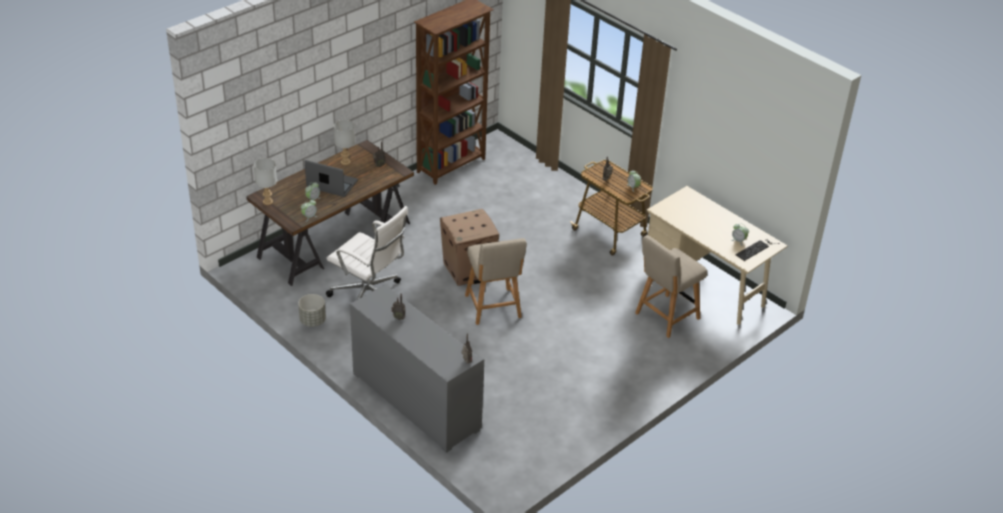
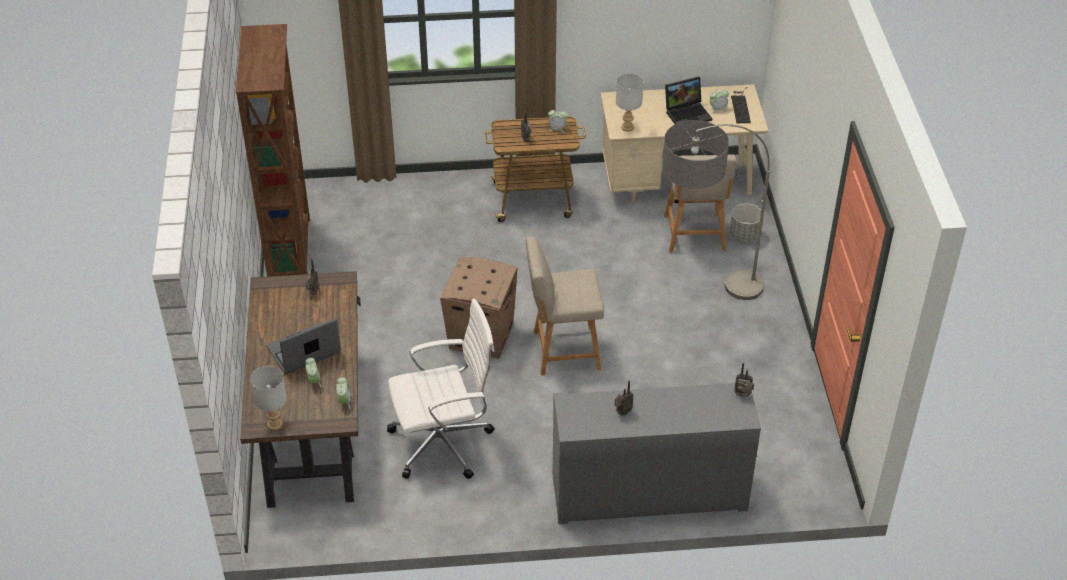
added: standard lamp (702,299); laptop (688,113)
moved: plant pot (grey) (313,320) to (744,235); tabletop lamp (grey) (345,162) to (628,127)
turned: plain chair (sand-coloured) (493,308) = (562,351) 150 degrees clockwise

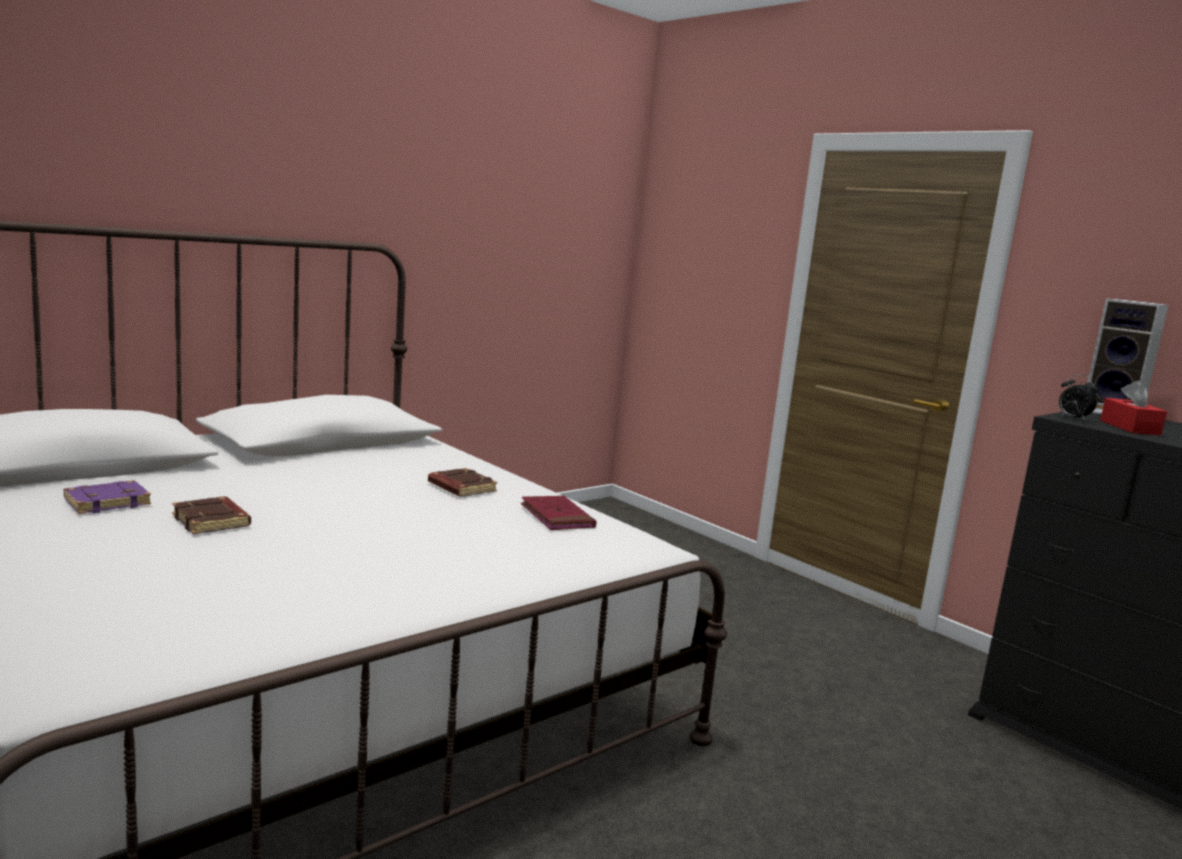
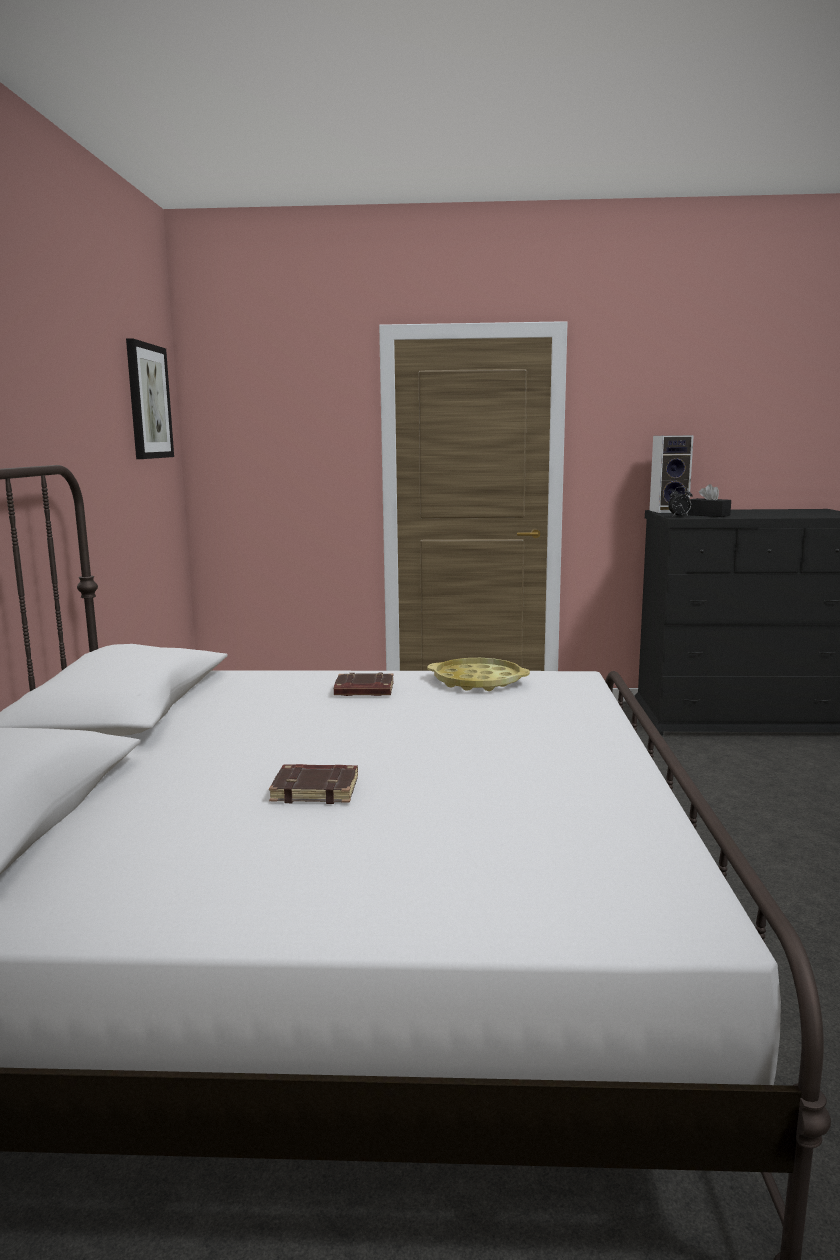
removed: book (purple-coloured) (108,502)
added: wall art (148,401)
replaced: book (red-coloured) (557,517) to serving tray (yellow) (478,681)
recoloured: tissue box (red-coloured) (1129,428) to tissue box (black-coloured) (708,515)

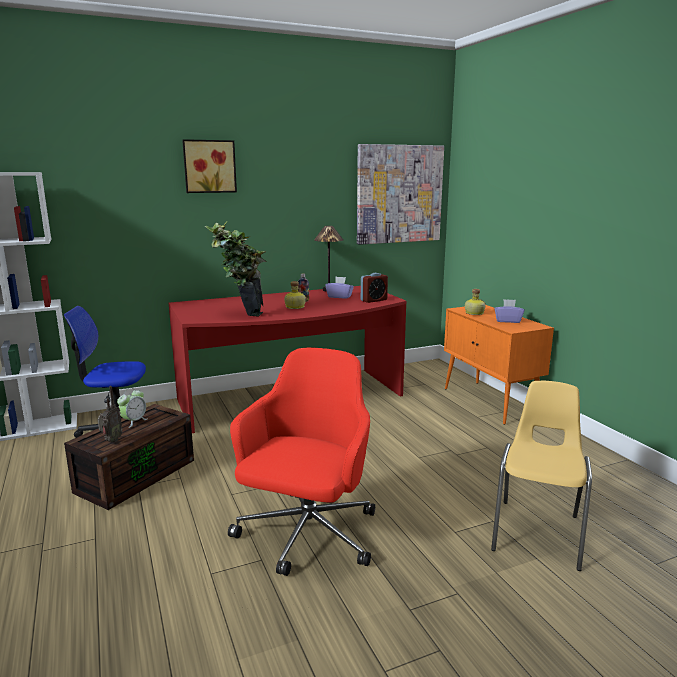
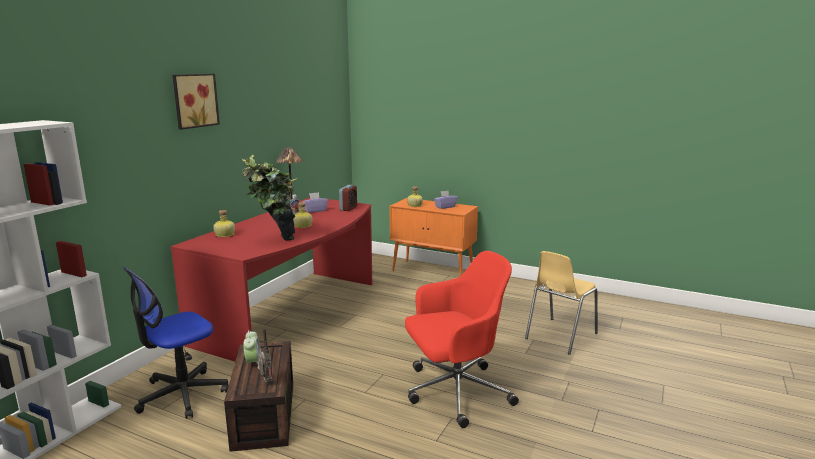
removed: wall art (399,194)
added: drink bottle (225,235)
turned: computer chair (red-coloured) (307,535) = (455,392) 90 degrees clockwise; plain chair (yellow) (538,532) = (560,336) 120 degrees counterclockwise

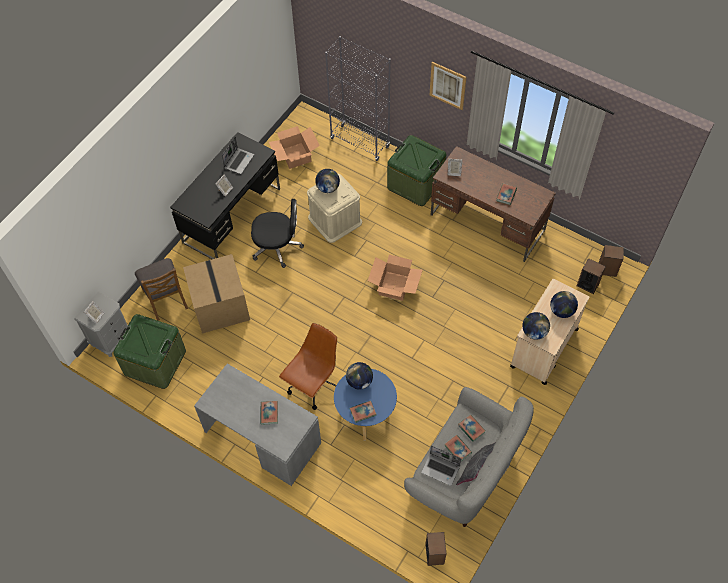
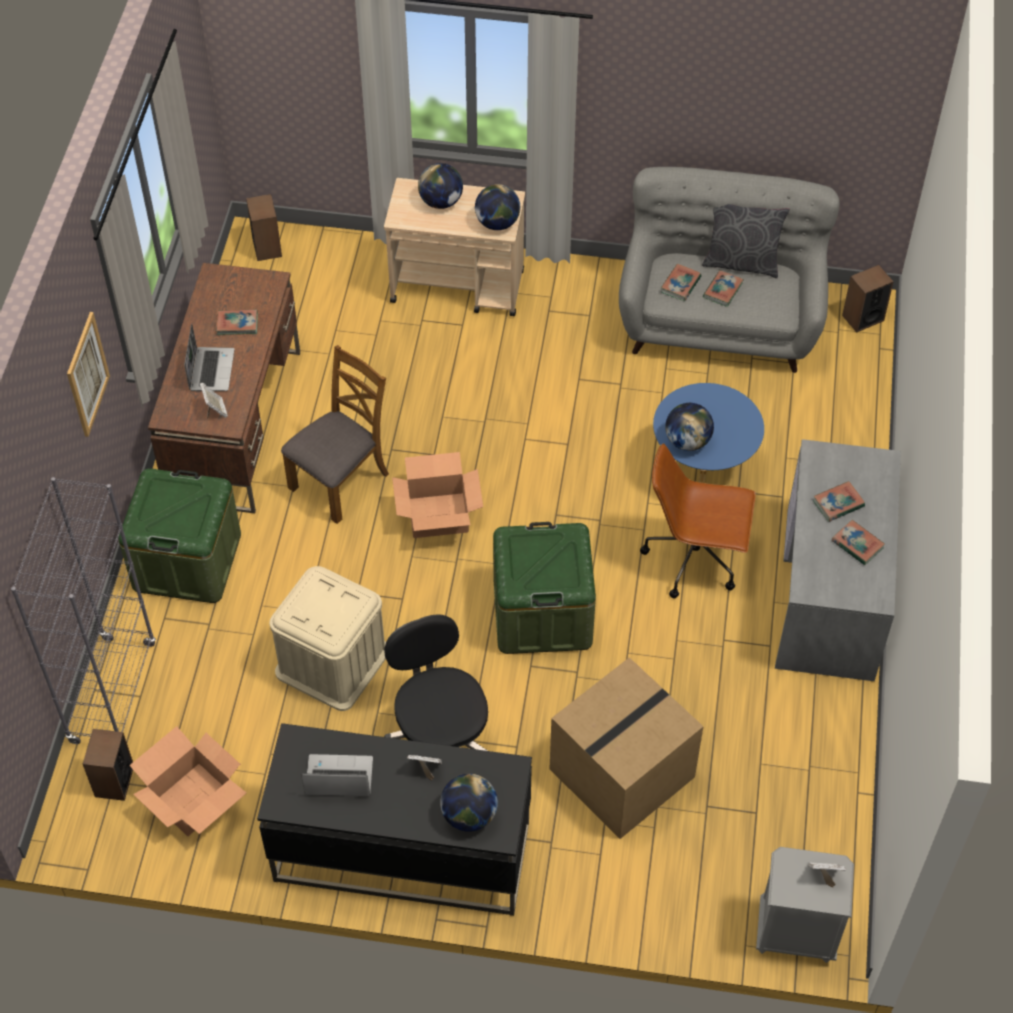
moved: storage box (green) (155,362) to (542,613); plain chair (brown) (166,299) to (340,480); globe (328,188) to (469,815); book (363,412) to (857,544); laptop (441,469) to (211,370); loudspeaker (587,284) to (114,781)

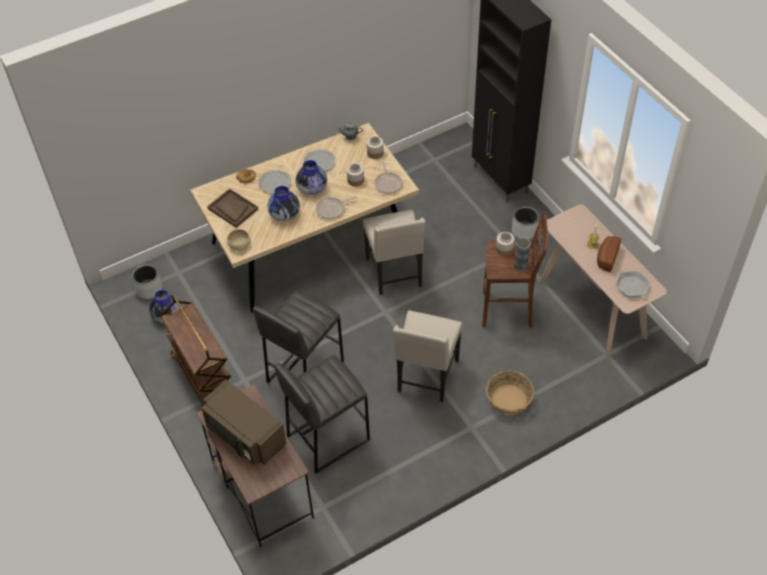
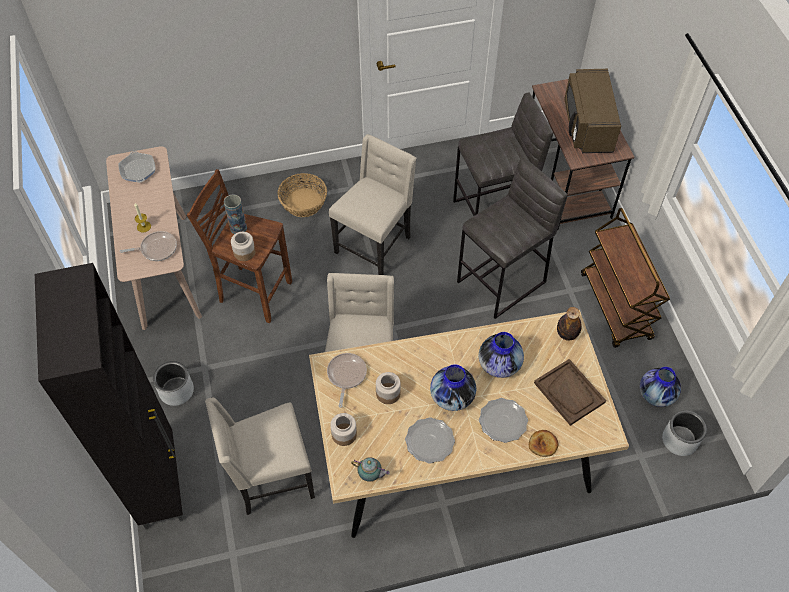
removed: baked bread (606,258)
added: plain chair (sand-coloured) (271,479)
moved: pan (332,209) to (156,249)
replaced: bowl (sand-coloured) (239,244) to drink bottle (567,334)
turned: kitchen microwave (brown) (245,435) = (587,126) 150 degrees counterclockwise

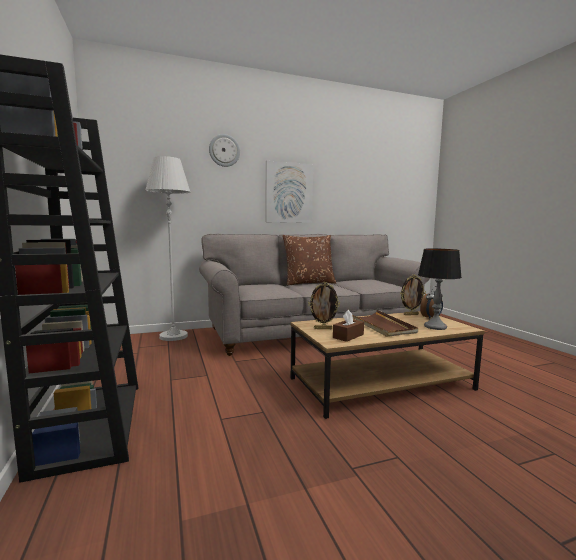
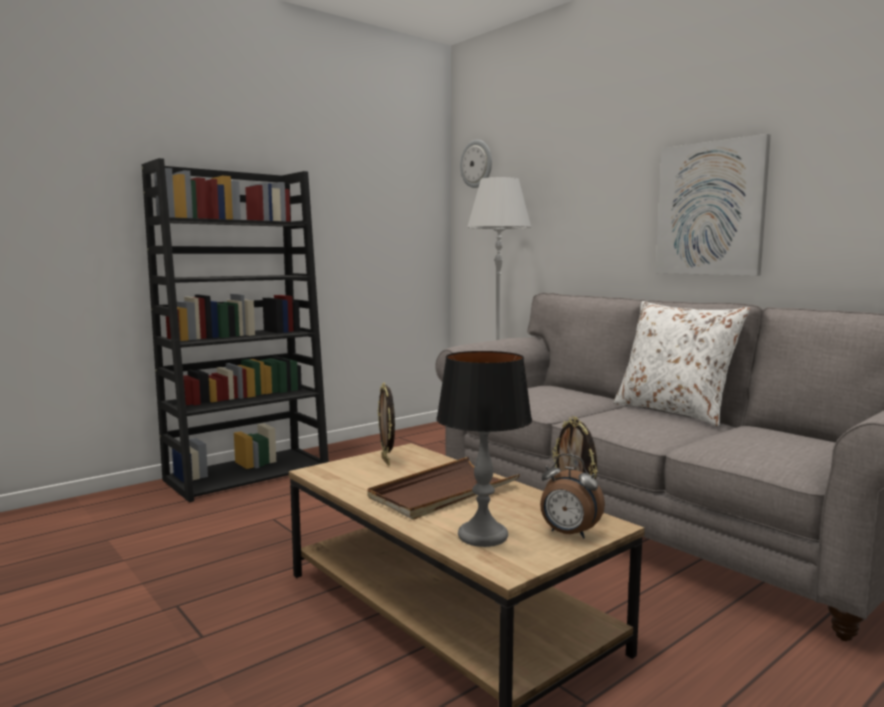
removed: tissue box (brown) (348,336)
moved: wall clock (224,150) to (476,164)
recoloured: cushion (brown) (309,283) to cushion (white) (674,411)

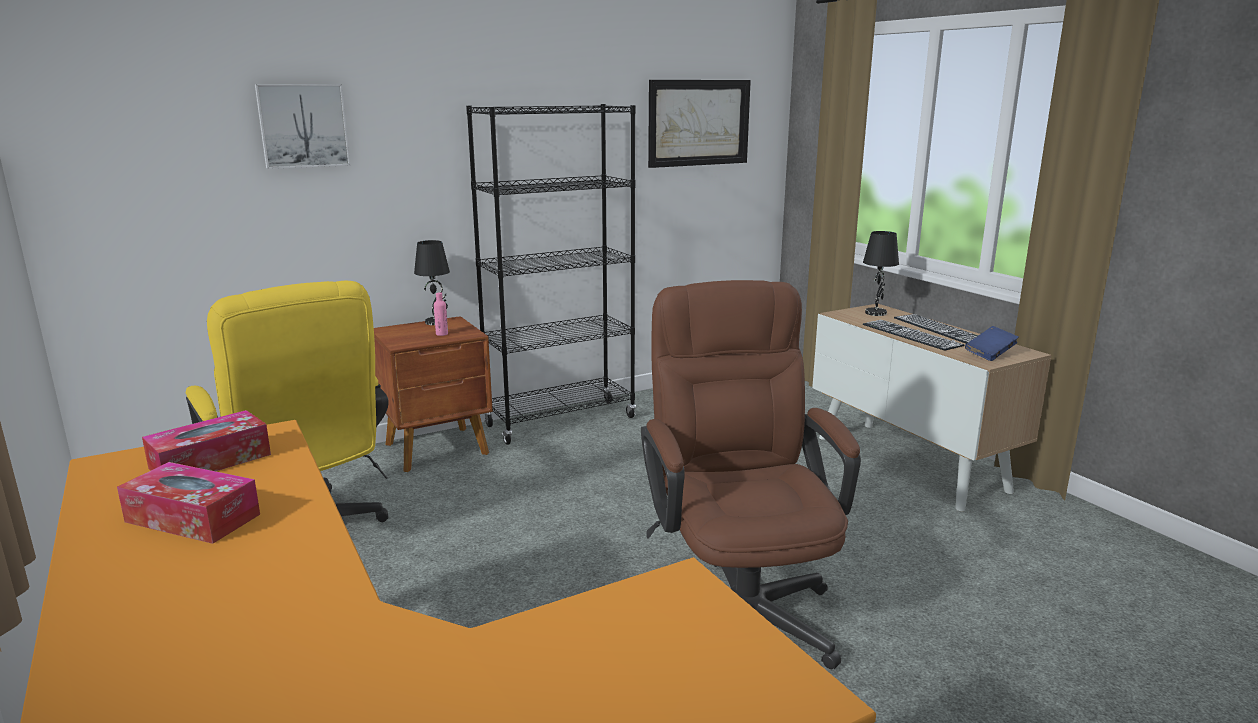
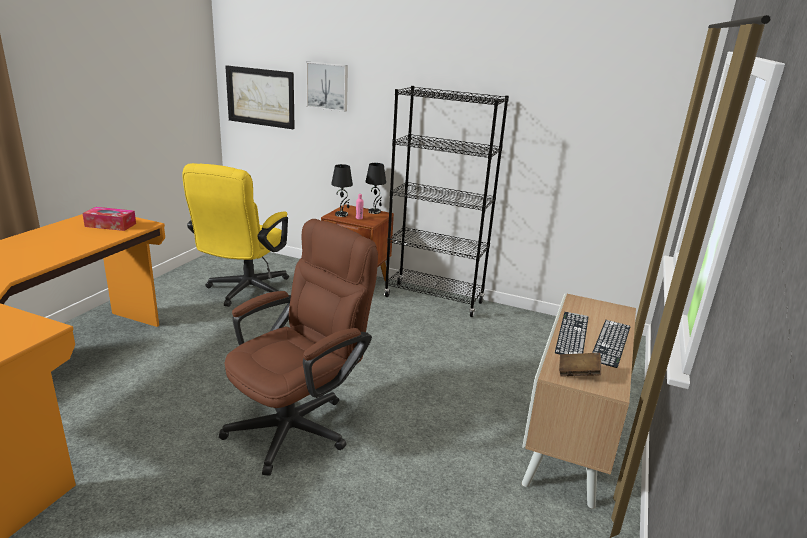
removed: tissue box (193,518)
moved: wall art (698,123) to (260,97); tabletop lamp (black-coloured) (875,313) to (342,214)
recoloured: book (blue-coloured) (990,354) to book (brown) (578,373)

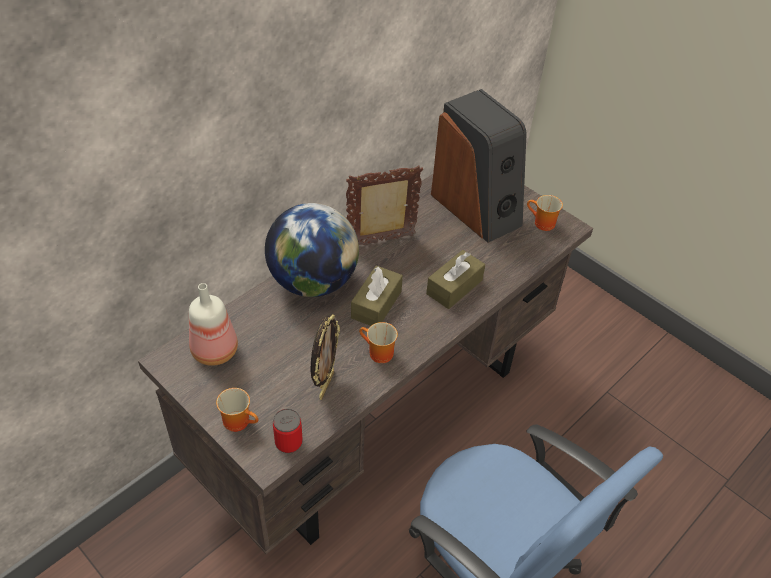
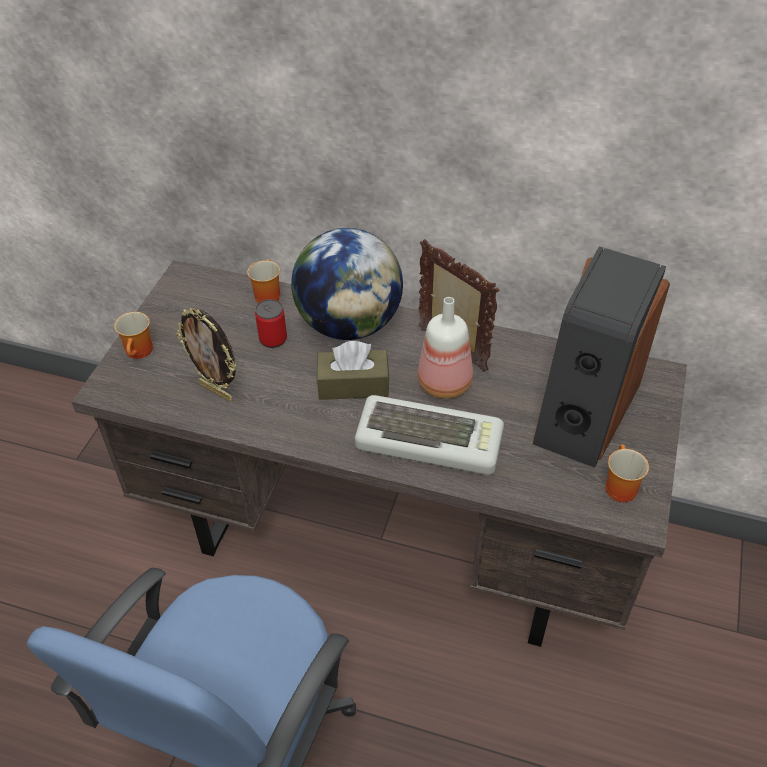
moved: drink bottle (215,349) to (446,382); can (288,442) to (273,339); tea mug (377,354) to (266,294)
replaced: tissue box (brown) (454,287) to computer keyboard (431,440)
turned: photo frame (325,385) = (217,391) 45 degrees clockwise

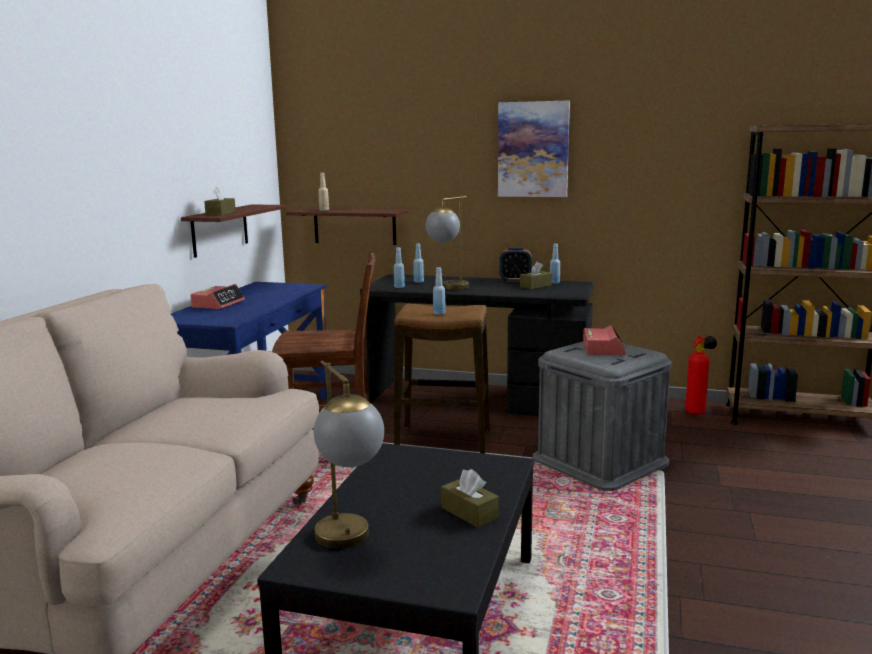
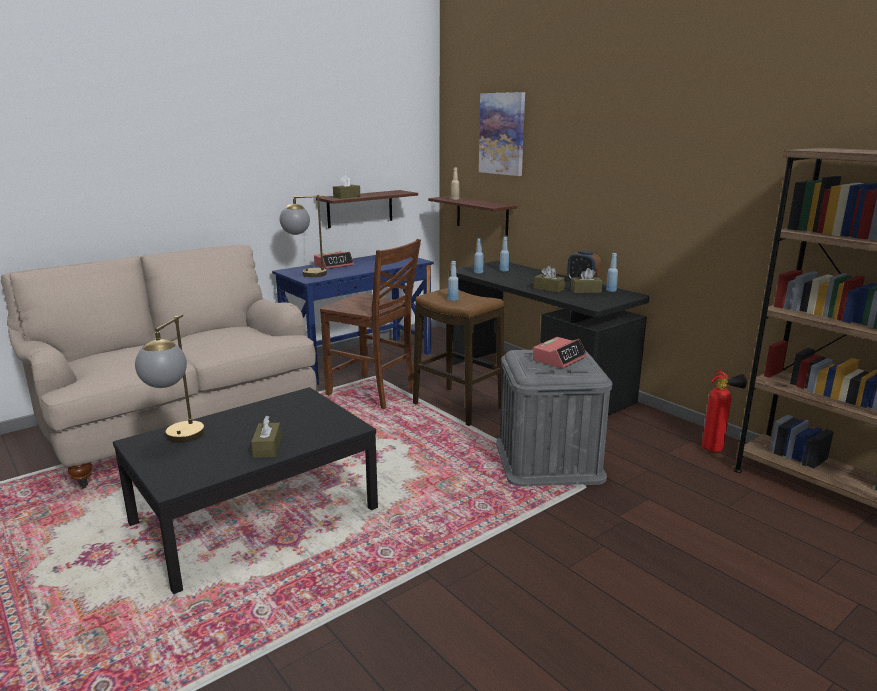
added: tissue box (brown) (549,289)
moved: tabletop lamp (448,288) to (305,275); wall art (533,149) to (502,134)

